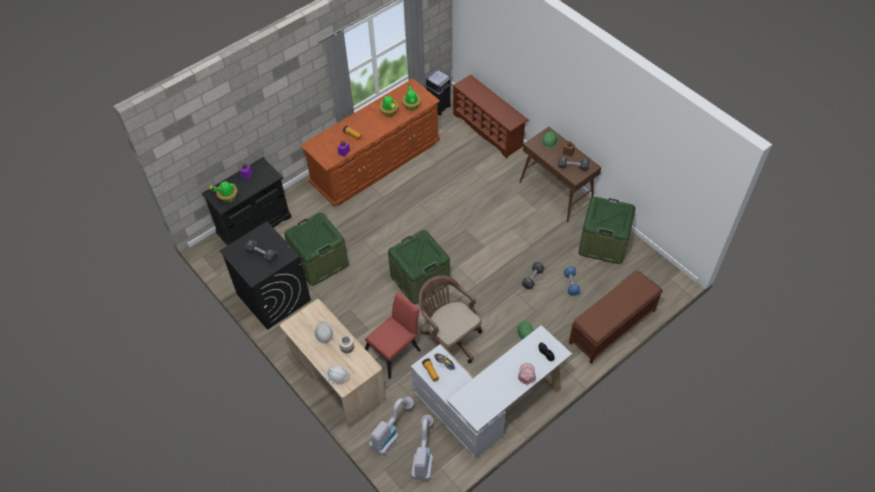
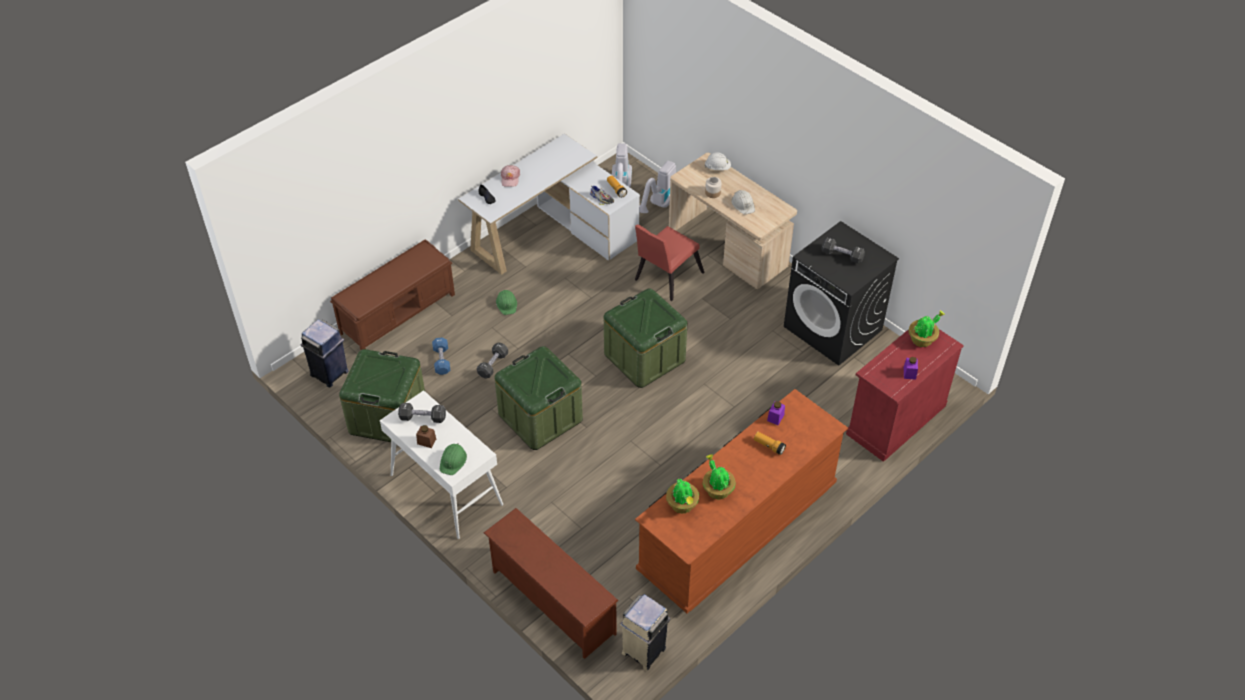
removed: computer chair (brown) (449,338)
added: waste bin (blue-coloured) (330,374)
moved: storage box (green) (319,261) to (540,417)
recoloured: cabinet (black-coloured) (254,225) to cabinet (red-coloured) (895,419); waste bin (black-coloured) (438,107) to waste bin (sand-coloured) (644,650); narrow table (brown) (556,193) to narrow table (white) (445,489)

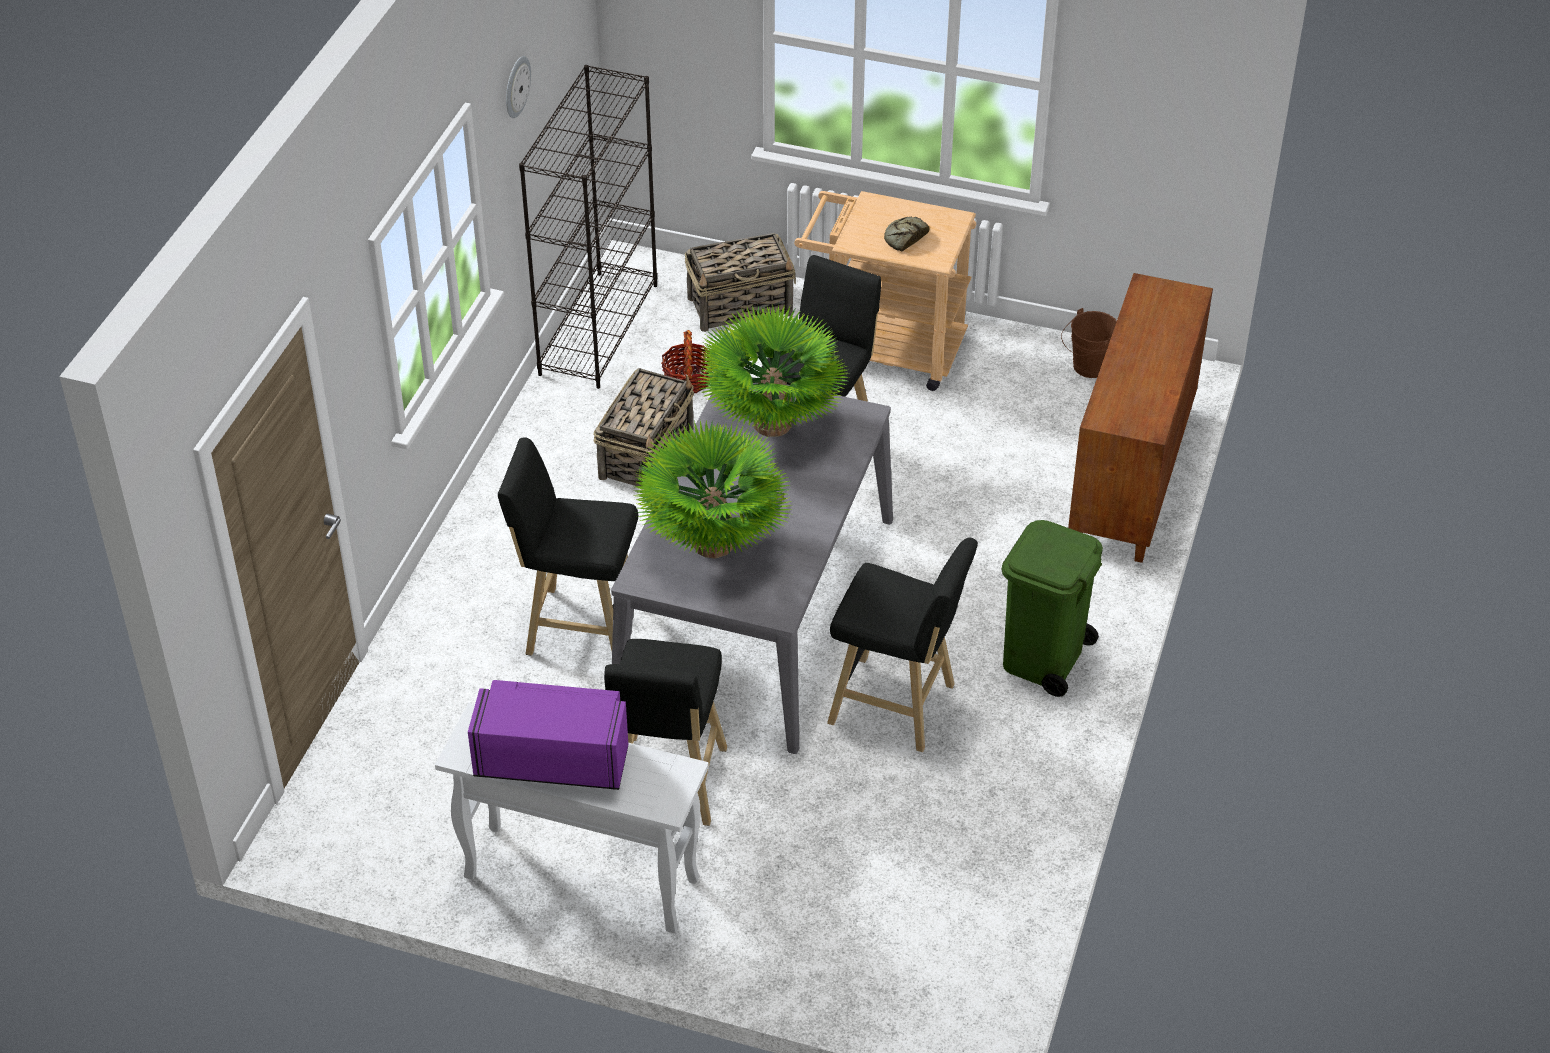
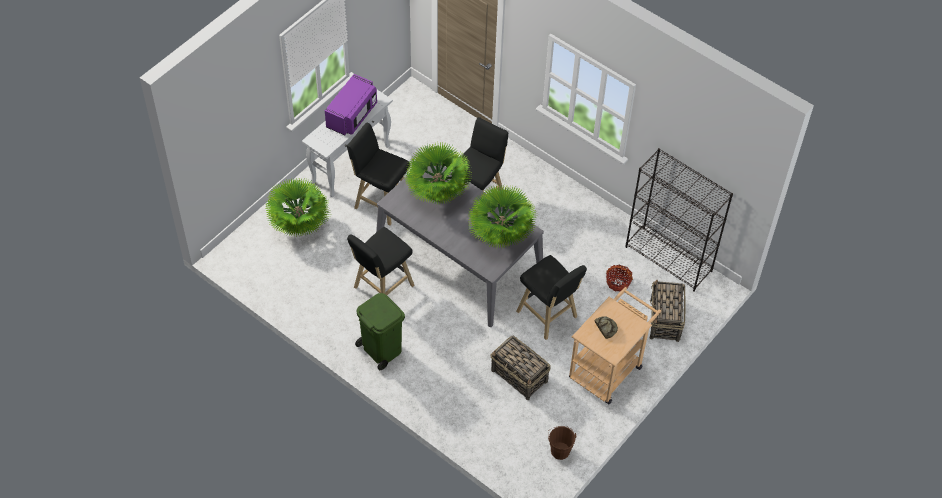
removed: wall clock (516,86); cabinet (brown) (1132,478)
added: plant in a pot (299,226)
moved: storage basket (647,454) to (519,376)

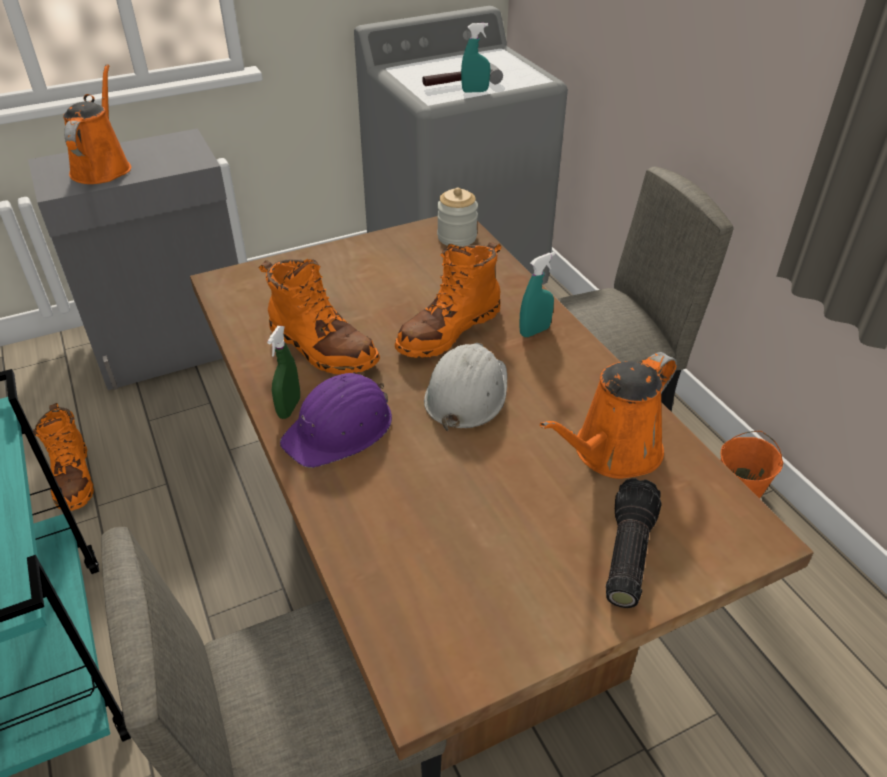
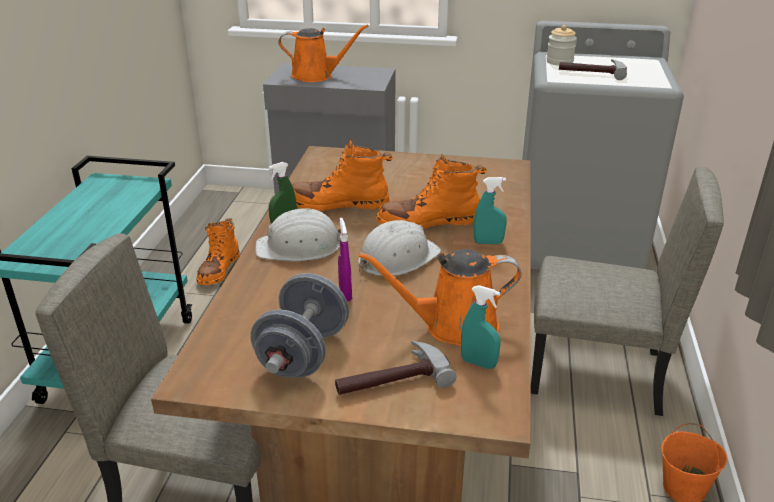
added: dumbbell (grey) (303,353); hand sprayer (purple-coloured) (345,294)
moved: preserve jar (457,237) to (559,62); hand sprayer (blue-green) (475,91) to (478,363)
replaced: hand torch (626,552) to hand hammer (391,379)
recoloured: hard hat (purple-coloured) (340,429) to hard hat (white) (299,247)
turned: watering pot (orange-coloured) (103,167) = (316,75) 60 degrees clockwise; high-top boot (orange-coloured) (322,348) = (338,204) 105 degrees clockwise

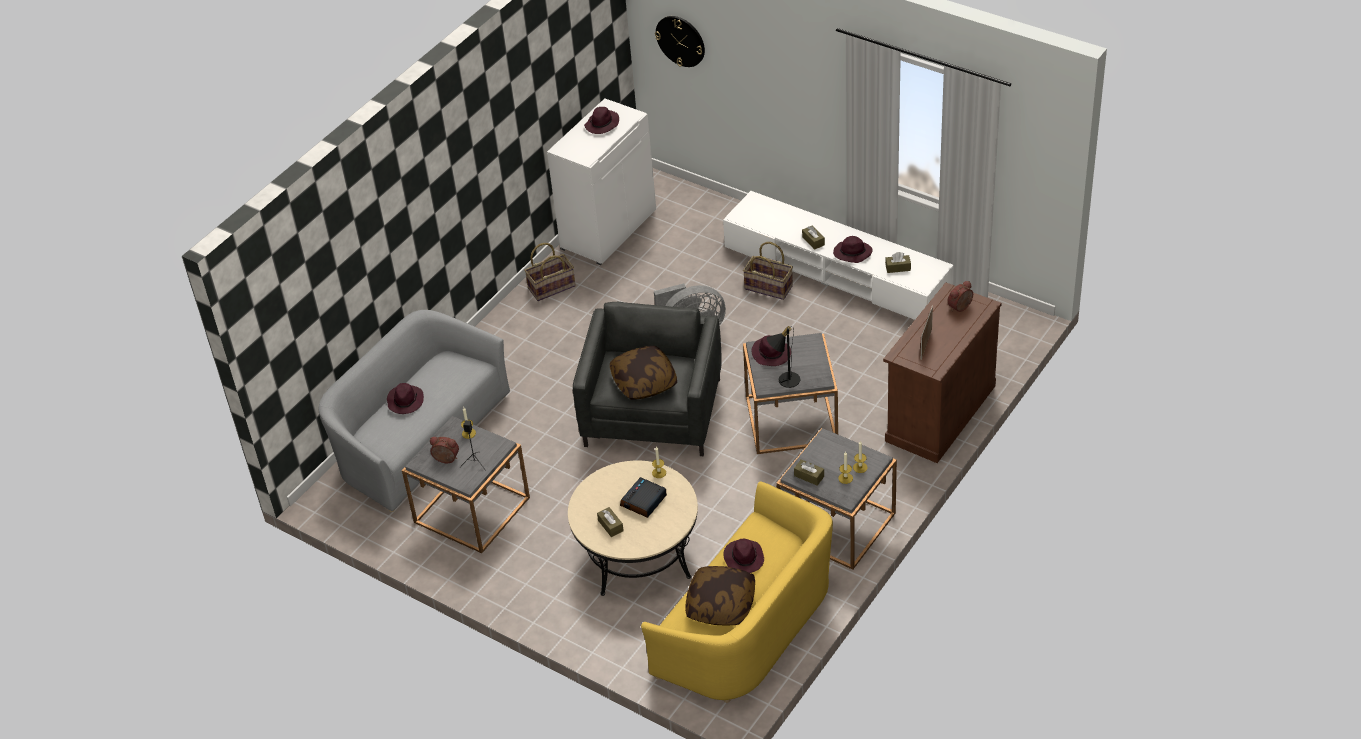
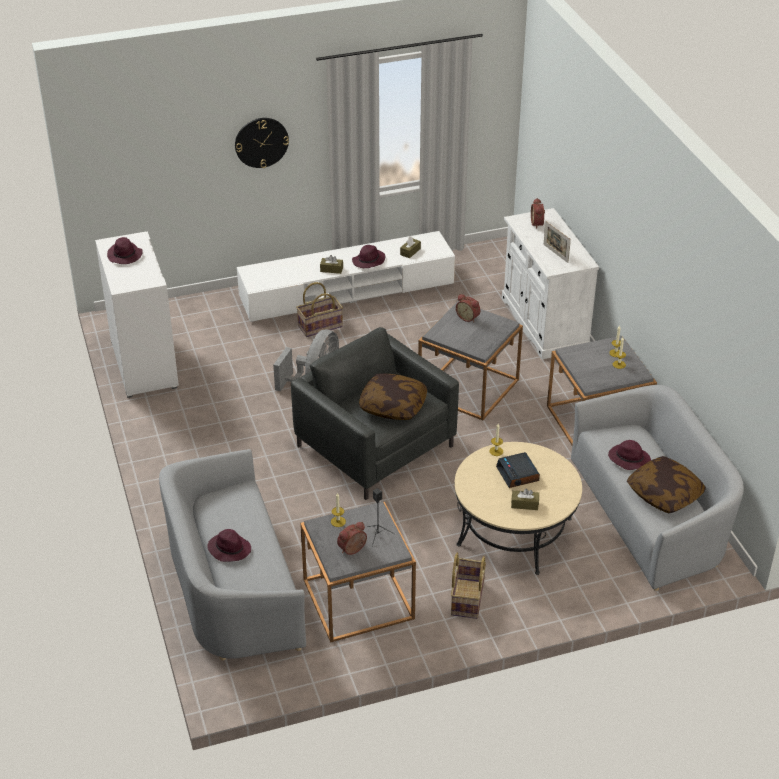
removed: hat (purple-coloured) (771,354); tabletop lamp (black-coloured) (784,379); tissue box (brown) (809,476)
added: alarm clock (468,317)
moved: storage basket (551,287) to (466,598); wall clock (680,41) to (261,142)
recoloured: couch (yellow) (748,625) to couch (grey) (651,515); cabinet (brown) (940,413) to cabinet (white) (544,323)

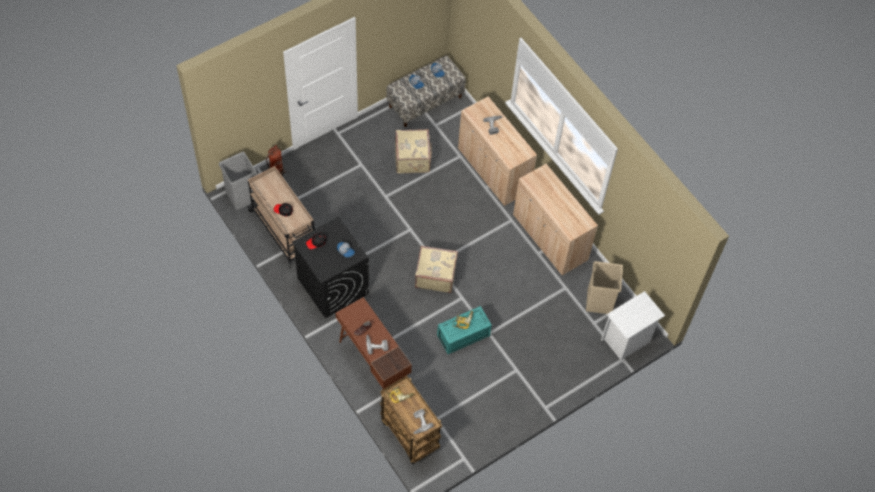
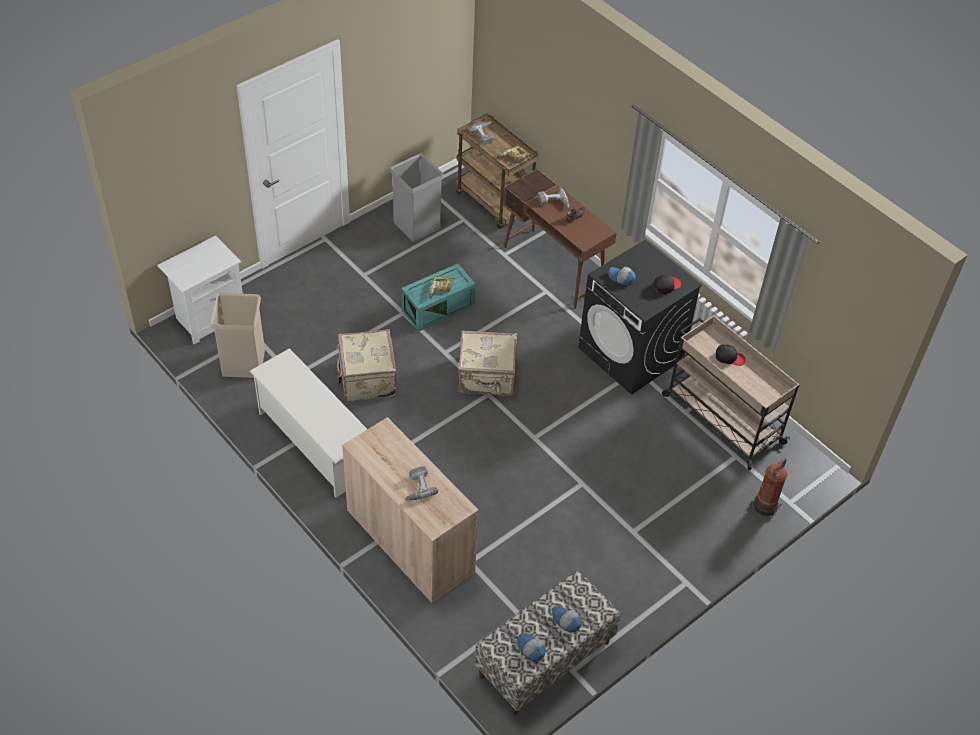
moved: waste bin (grey) (242,195) to (417,225); travel case (sand-coloured) (413,158) to (366,379)
replaced: cabinet (sand-coloured) (550,238) to shoe shelf (white) (315,443)

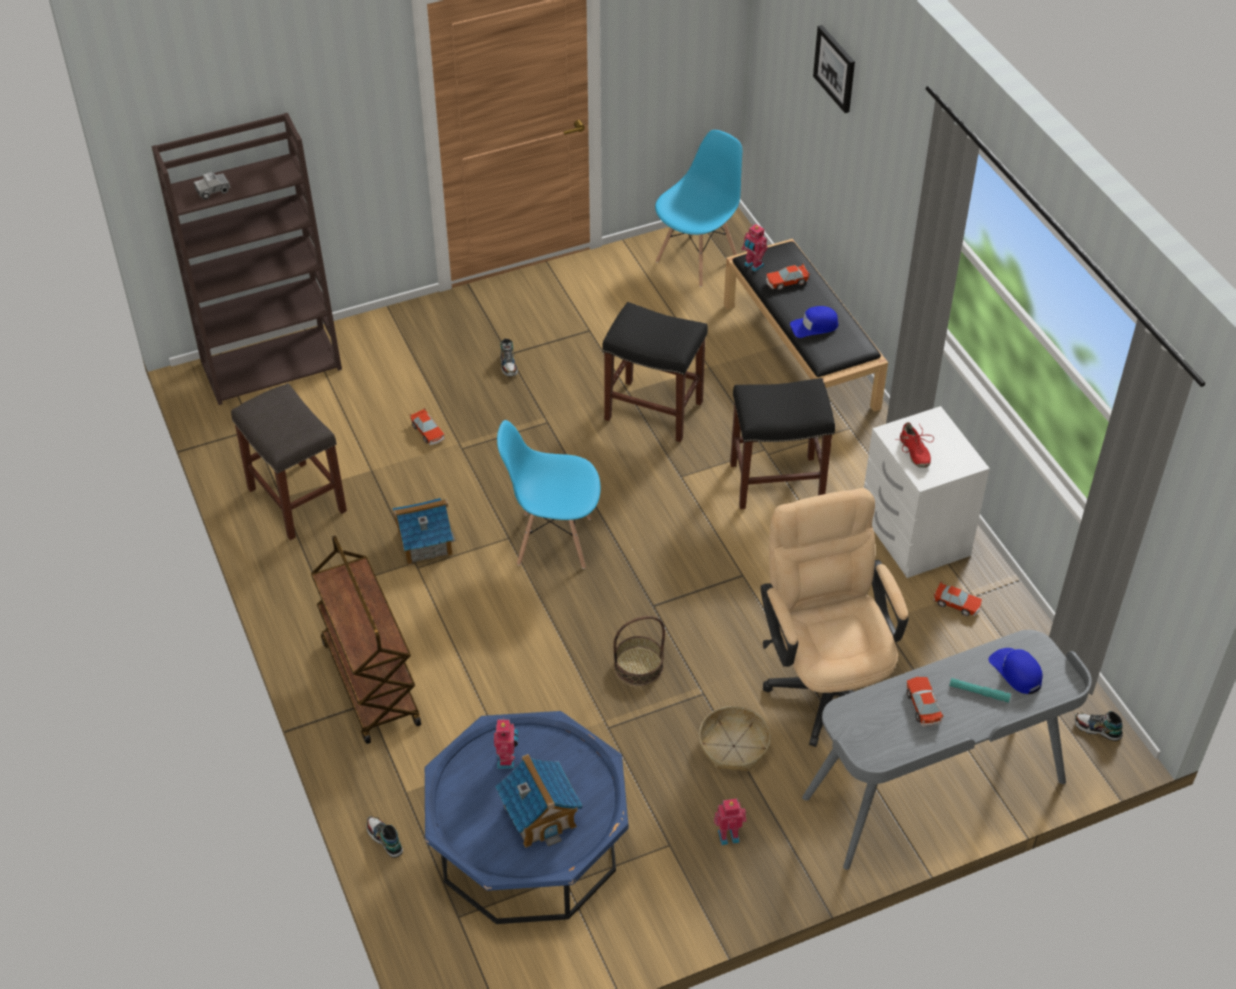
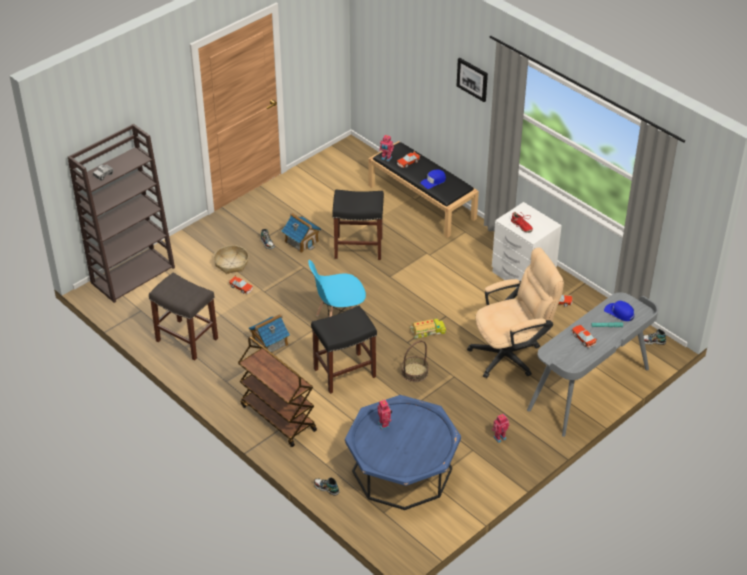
removed: plain chair (blue-coloured) (697,259)
added: toy truck (428,332)
moved: toy house (540,815) to (301,241); storage basket (734,746) to (231,263); stool (black-coloured) (778,481) to (345,372); wall art (835,68) to (472,79)
turned: computer chair (sand-coloured) (825,680) = (512,354) 105 degrees clockwise

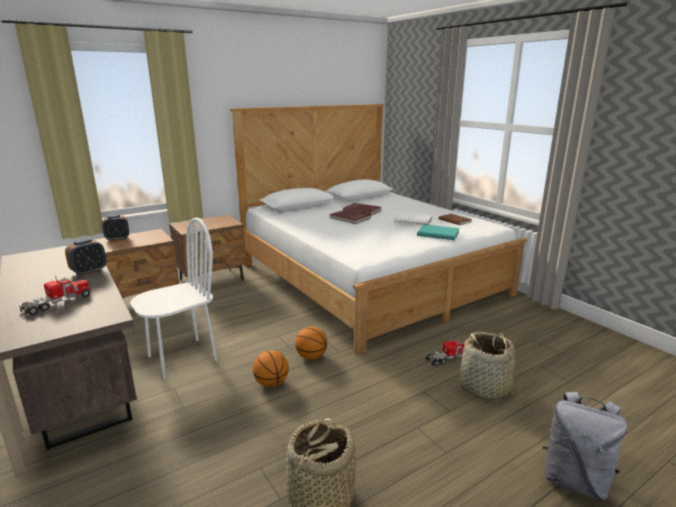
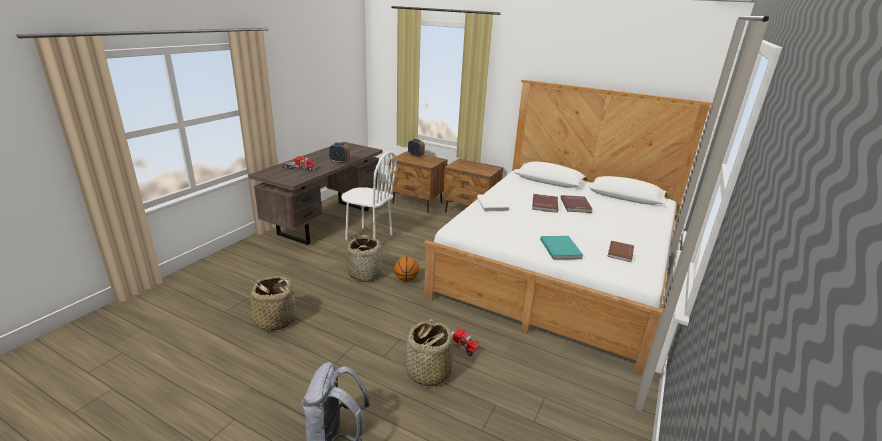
moved: book (white) (413,220) to (493,204)
replaced: basketball (271,383) to storage basket (365,274)

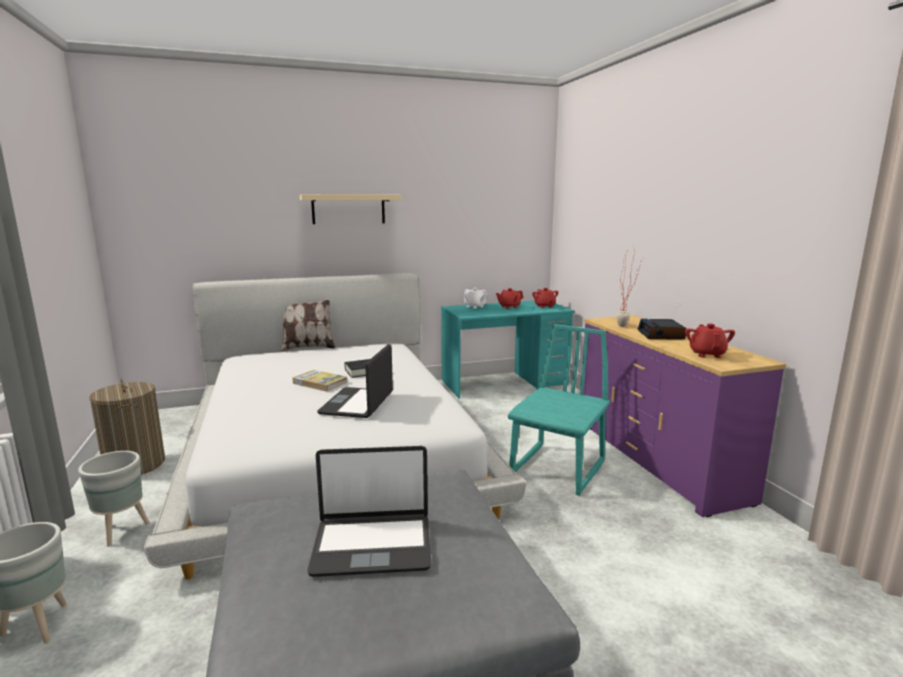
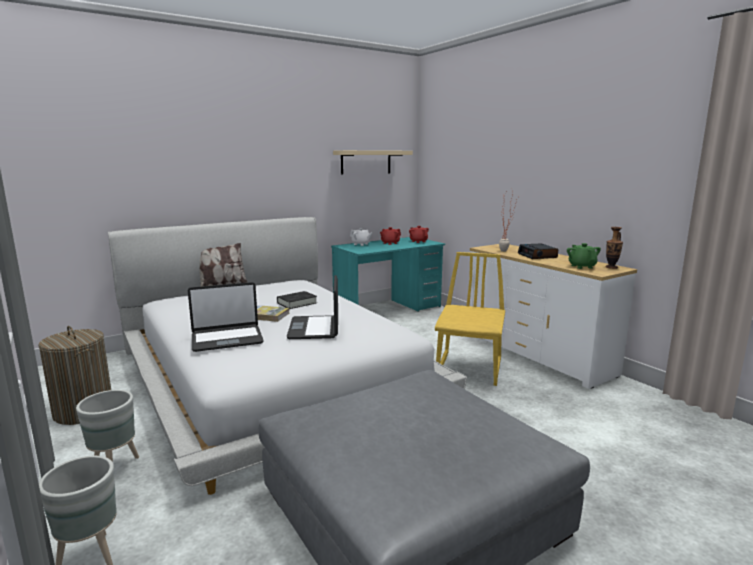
added: flower vase (611,267)
moved: bracket shelf (sand-coloured) (348,209) to (366,162); laptop (372,545) to (227,339)
recoloured: plain chair (blue-green) (558,469) to plain chair (yellow) (470,369); dresser (purple-coloured) (657,460) to dresser (white) (536,354); teapot (red-coloured) (707,354) to teapot (green) (581,266)

